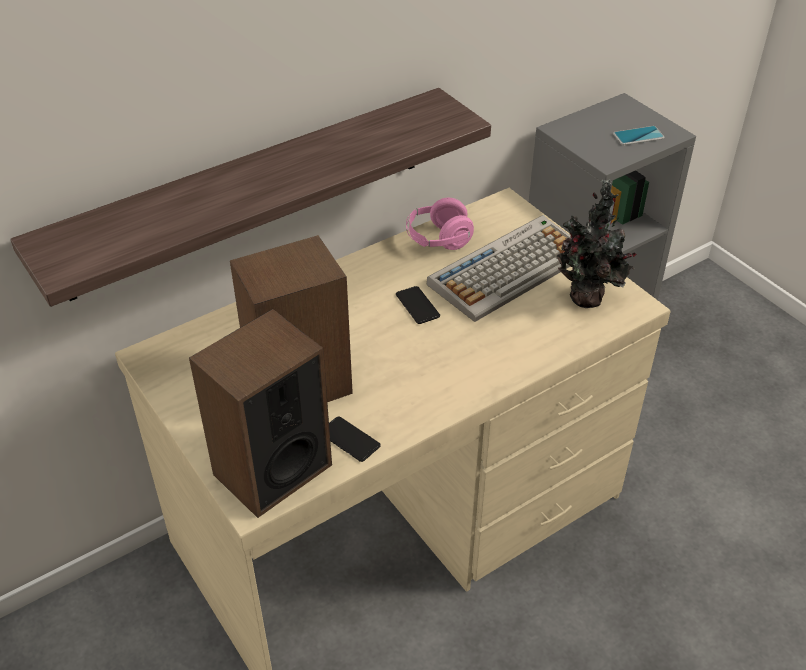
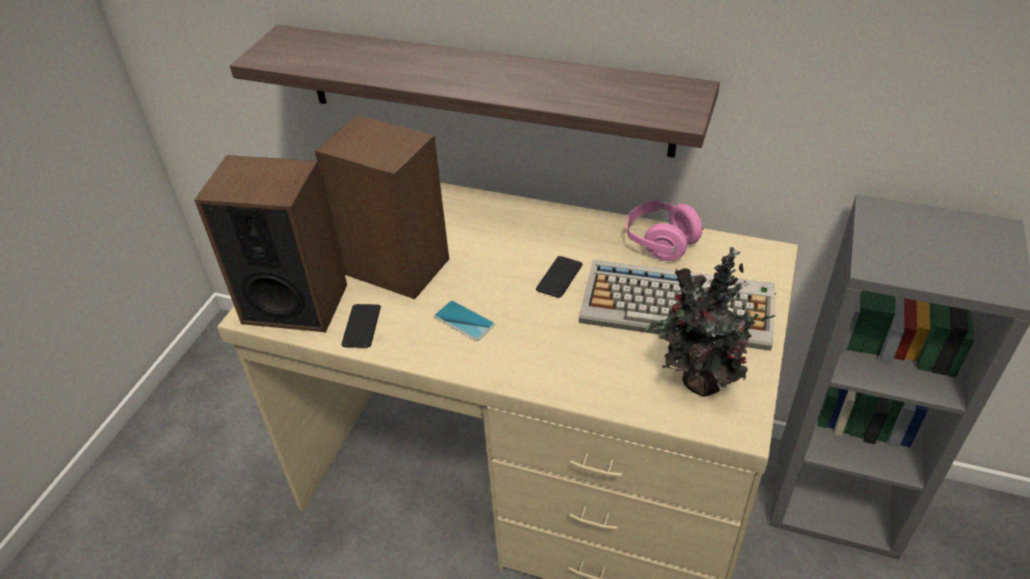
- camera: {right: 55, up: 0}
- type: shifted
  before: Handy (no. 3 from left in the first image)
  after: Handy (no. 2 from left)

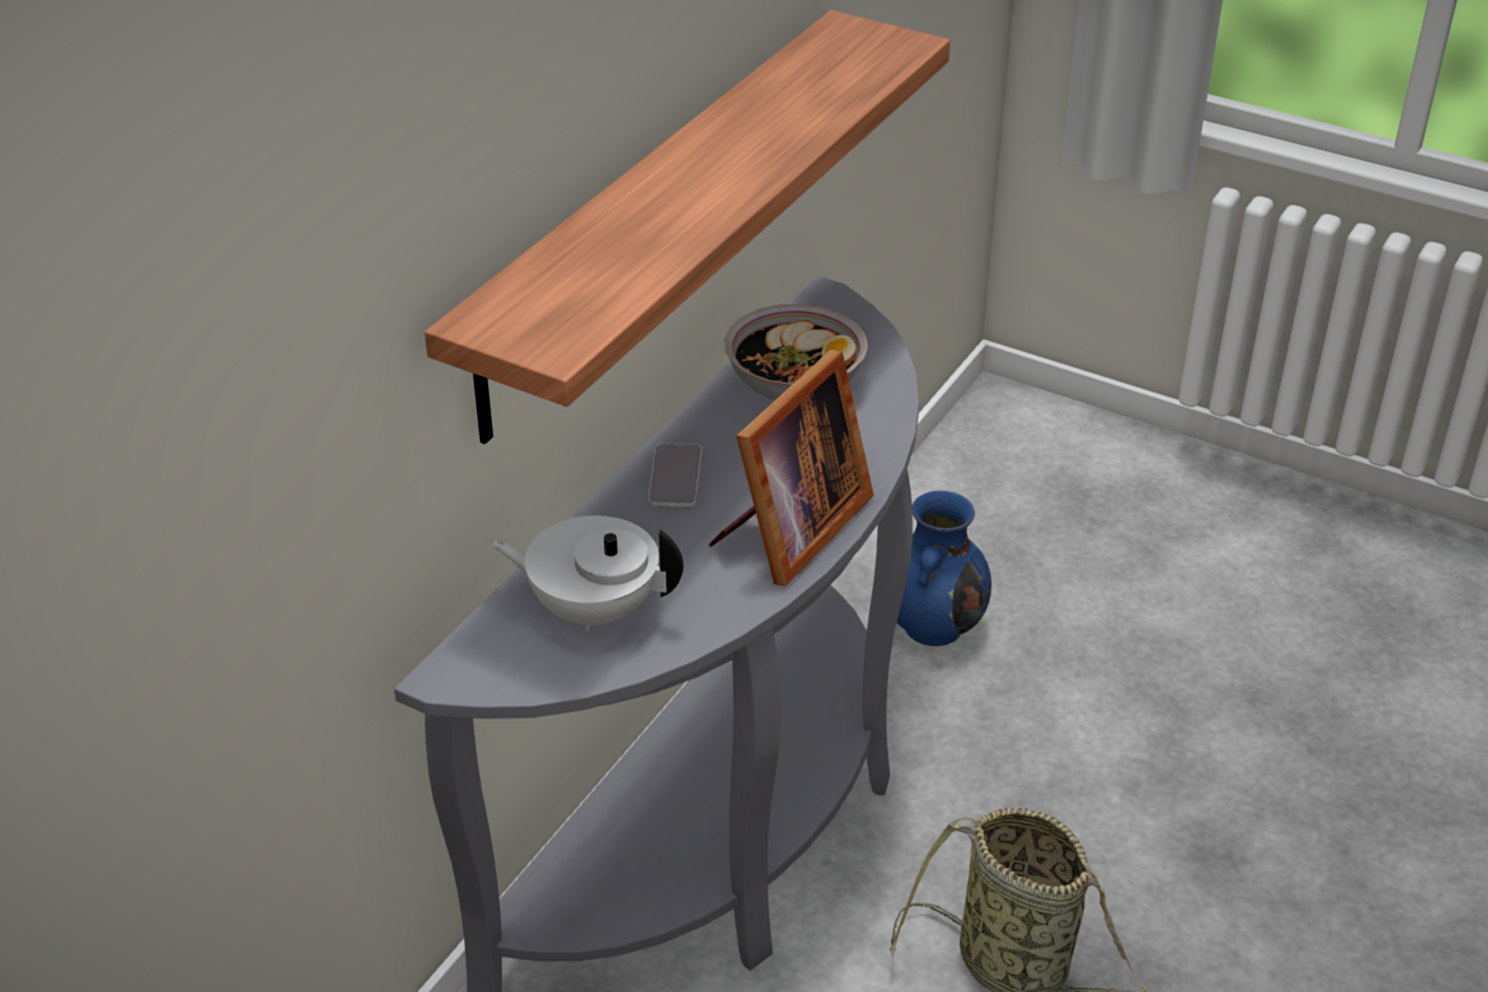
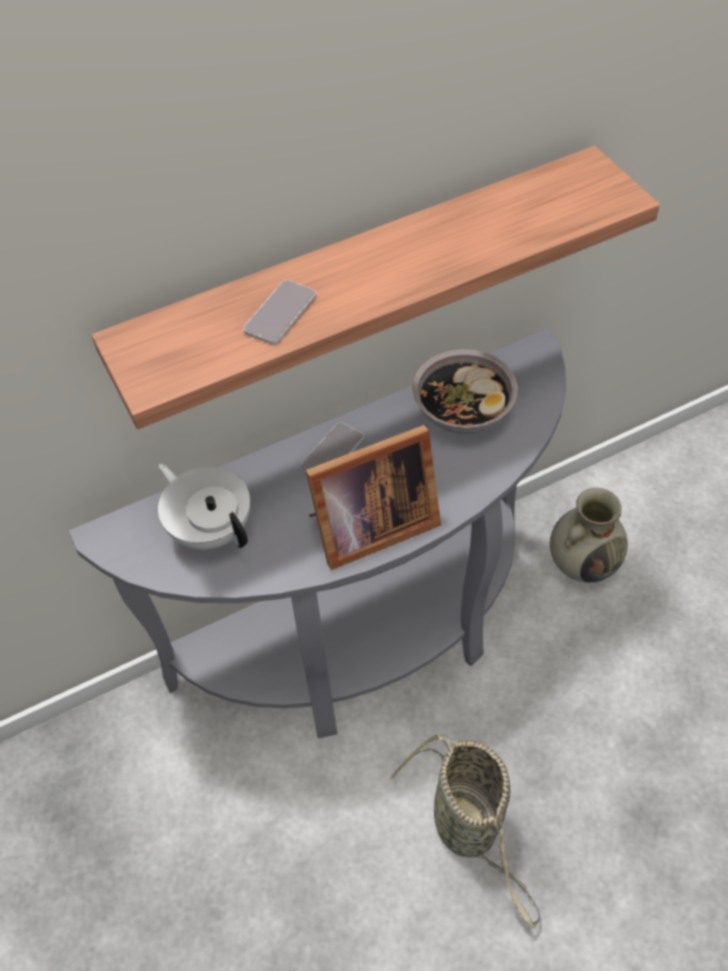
- camera: {right: 35, up: 15}
- type: repainted
  before: Vase/blau
  after: Vase/beige
- type: new
  after: Handy (no. 1 from left)

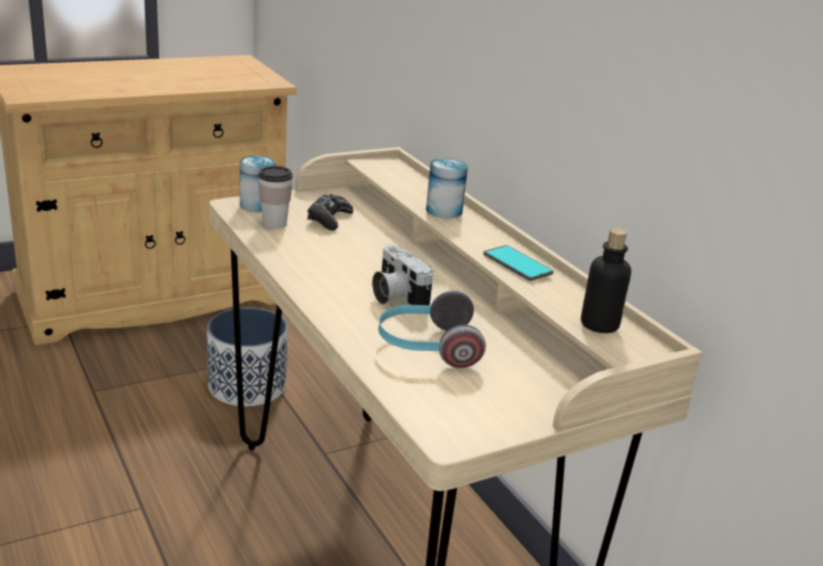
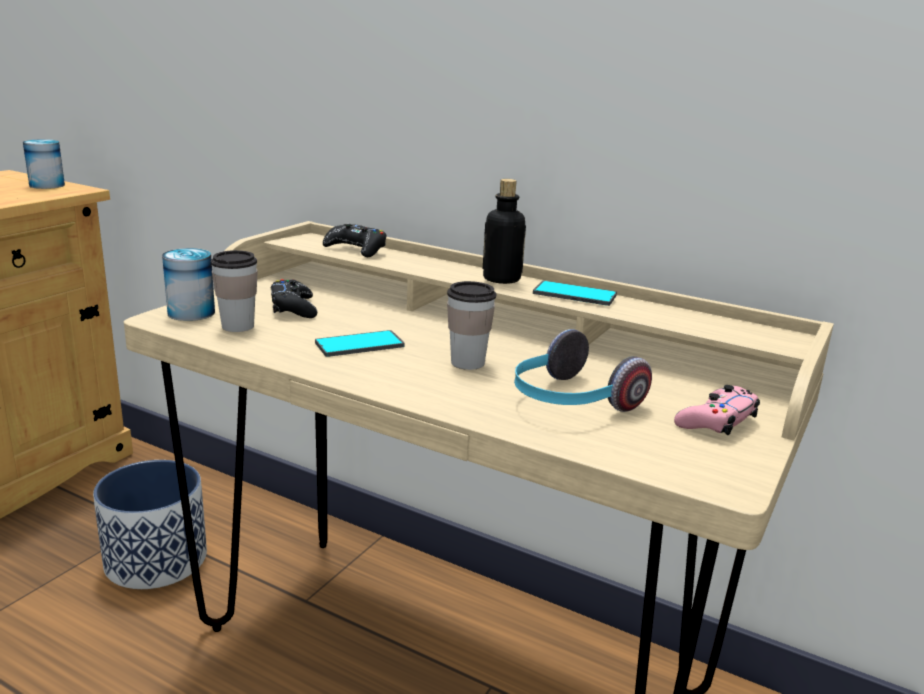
- camera: {right: -30, up: -5}
- type: swapped
  before: Kamera
  after: Tasse (no. 2 from left)
- type: shifted
  before: Dose (no. 2 from left in the first image)
  after: Dose (no. 1 from left)
- type: shifted
  before: Flasche
- type: new
  after: Handy (no. 1 from left)
- type: new
  after: Gamepad/schwarz (no. 2 from left)
- type: new
  after: Gamepad/rosa

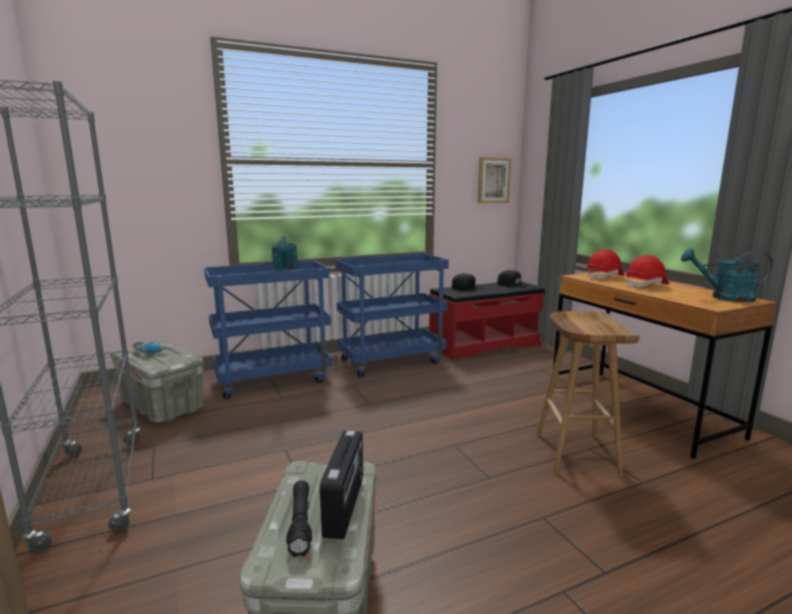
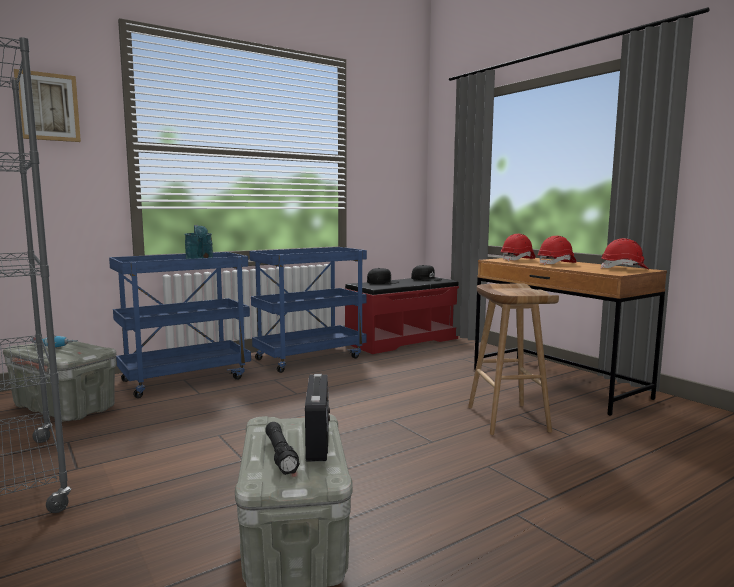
- camera: {right: -10, up: -5}
- type: shifted
  before: Bild
- type: swapped
  before: Gießkanne/türkis (no. 2 from left)
  after: Schutzhelm/rot (no. 3 from left)

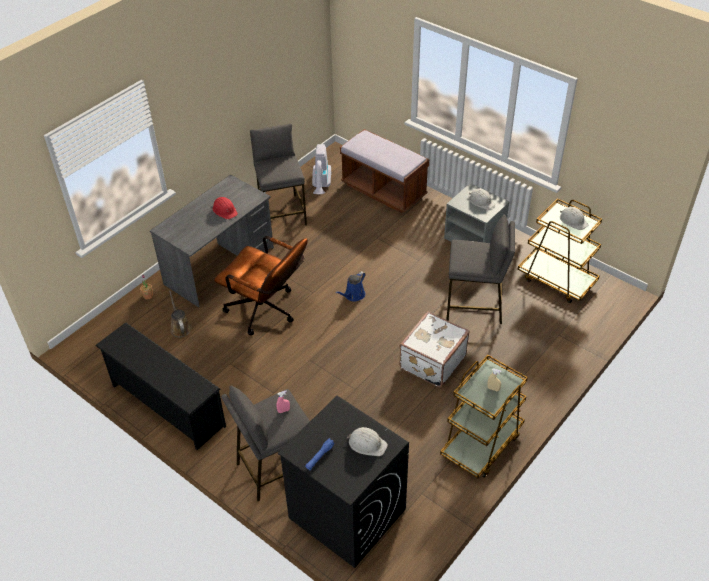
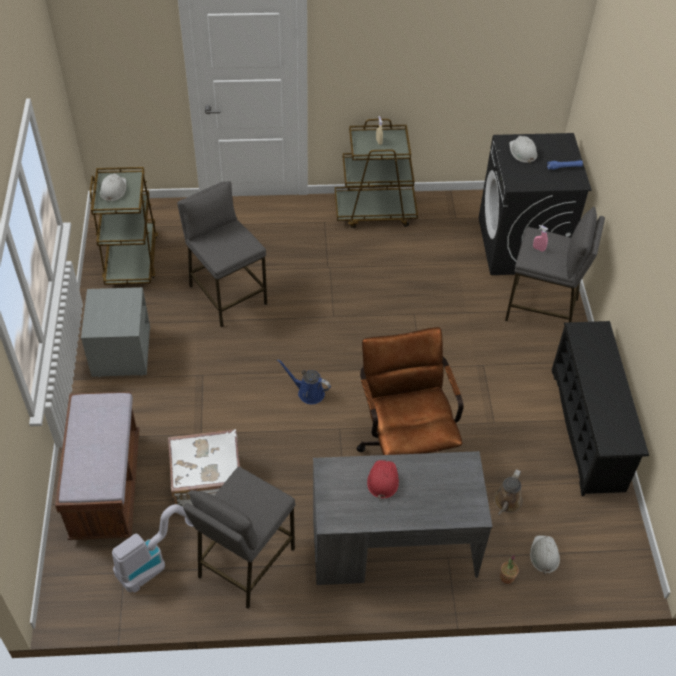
- camera: {right: -135, up: 5}
- type: rotated
  before: Gießkanne/blau
  turn: -150
- type: shifted
  before: Koffer/weiß
- type: shifted
  before: Schutzhelm/weiß (no. 2 from left in the first image)
  after: Schutzhelm/weiß (no. 3 from left)

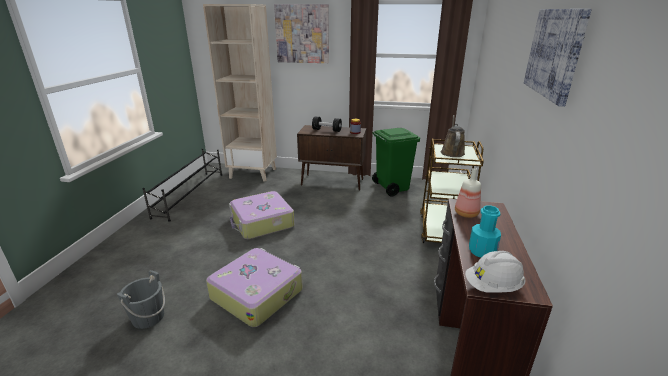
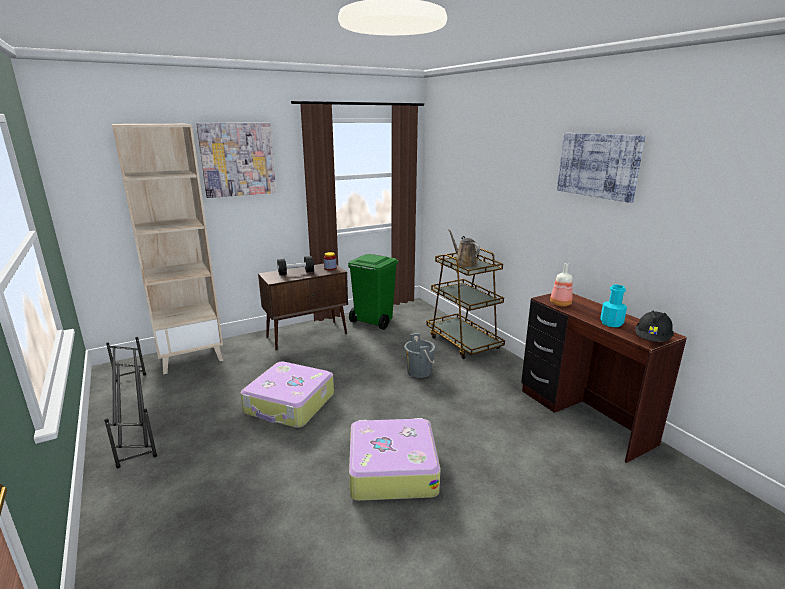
- camera: {right: -40, up: -5}
- type: shifted
  before: Eimer/grau
- type: repainted
  before: Schutzhelm/weiß
  after: Schutzhelm/schwarz

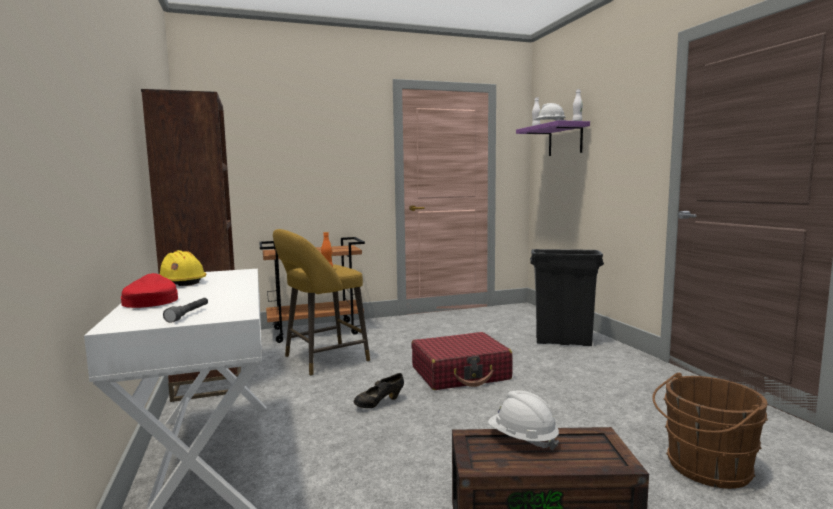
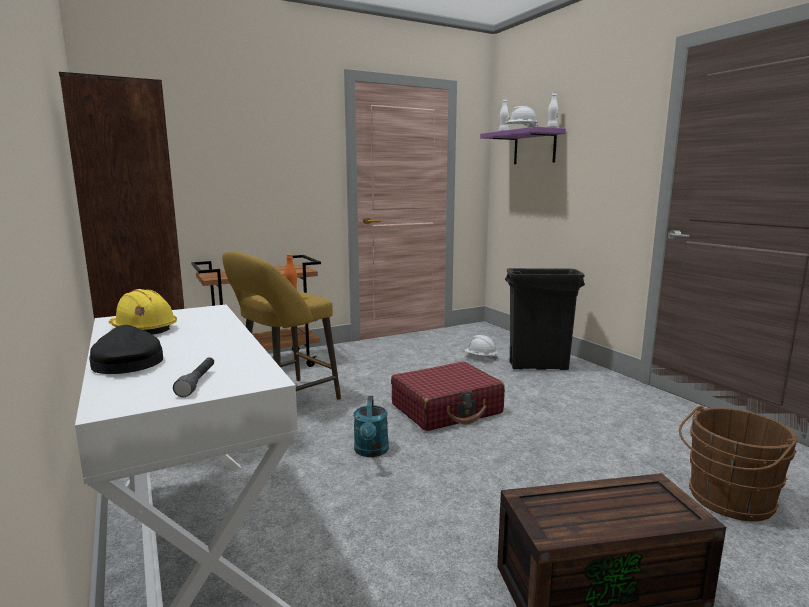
- camera: {right: -10, up: 5}
- type: repainted
  before: Kappe/rot
  after: Kappe/schwarz
- type: swapped
  before: Schuh/schwarz
  after: Gießkanne/türkis
- type: shifted
  before: Schutzhelm/weiß (no. 1 from left)

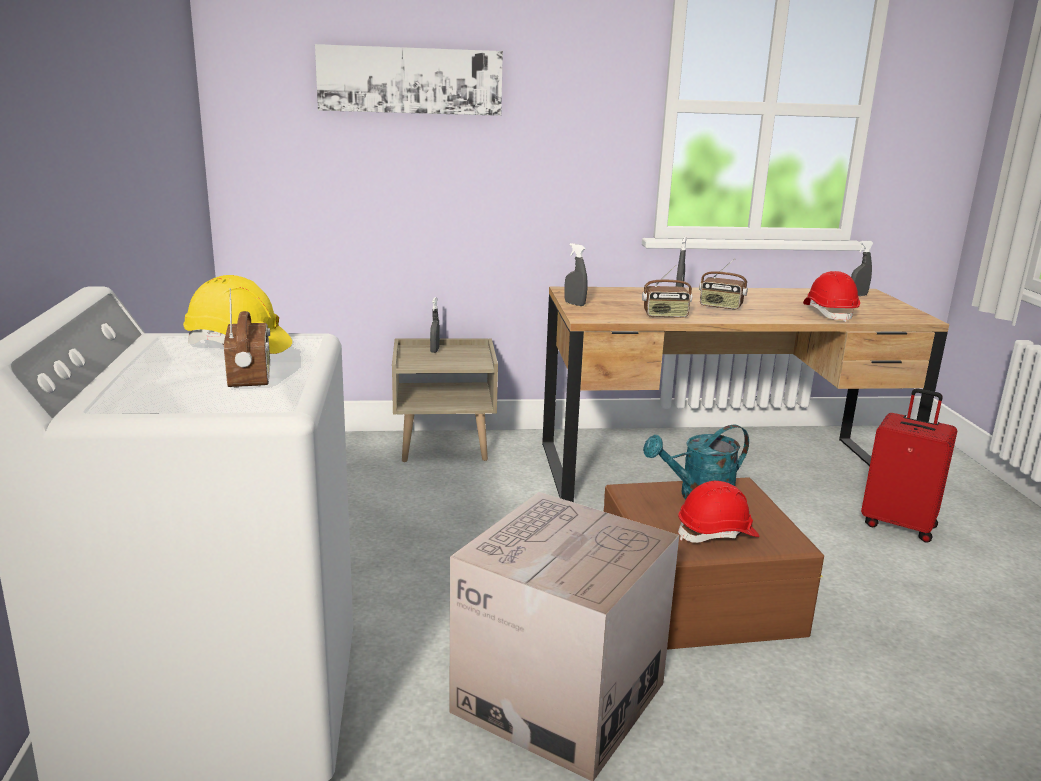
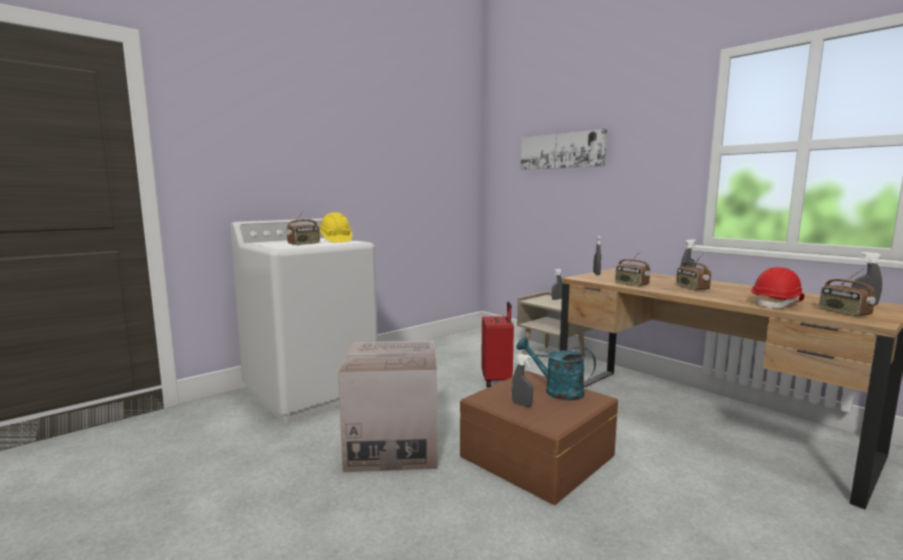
- camera: {right: 55, up: -10}
- type: swapped
  before: Schutzhelm/rot (no. 1 from left)
  after: Sprühflasche/grau (no. 1 from left)
- type: shifted
  before: Koffer/rot
- type: new
  after: Radio (no. 4 from left)

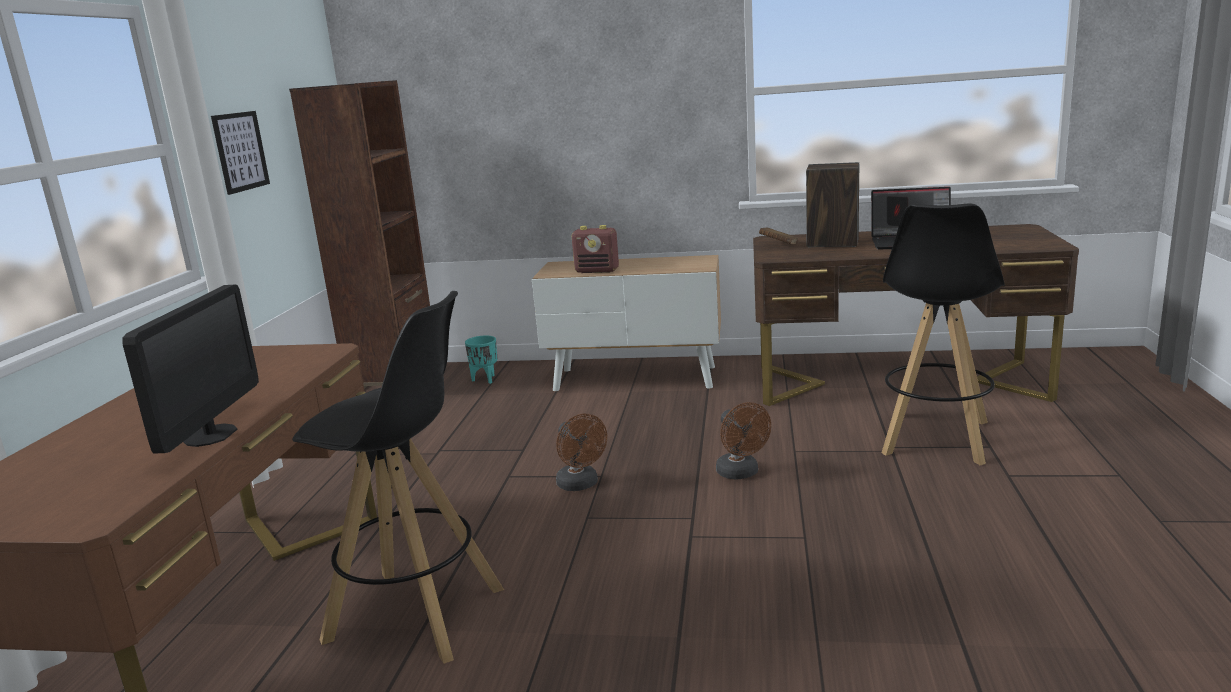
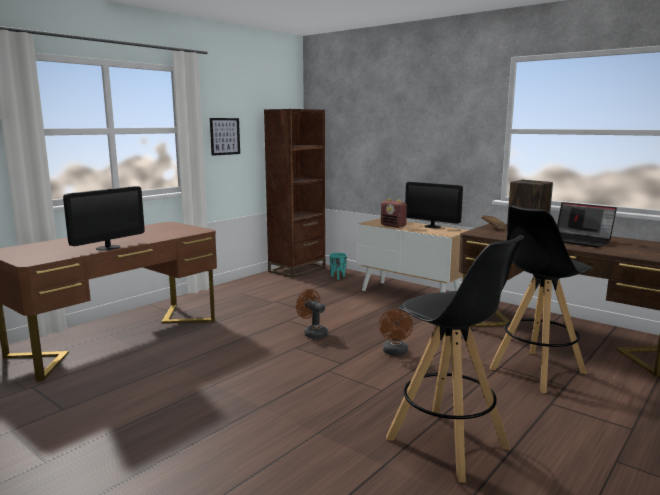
- camera: {right: 30, up: -5}
- type: shifted
  before: Hocker/schwarz (no. 1 from left)
- type: rotated
  before: Ventilator/braun (no. 1 from left)
  turn: 135
- type: new
  after: Monitor (no. 2 from left)

